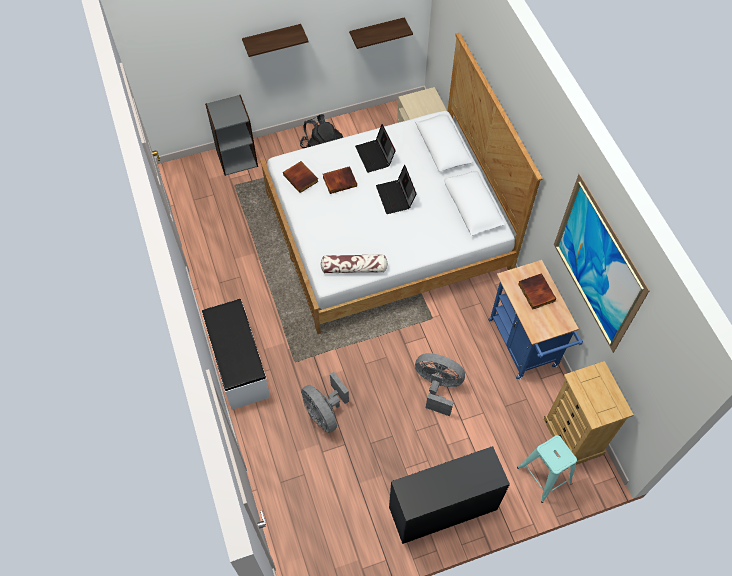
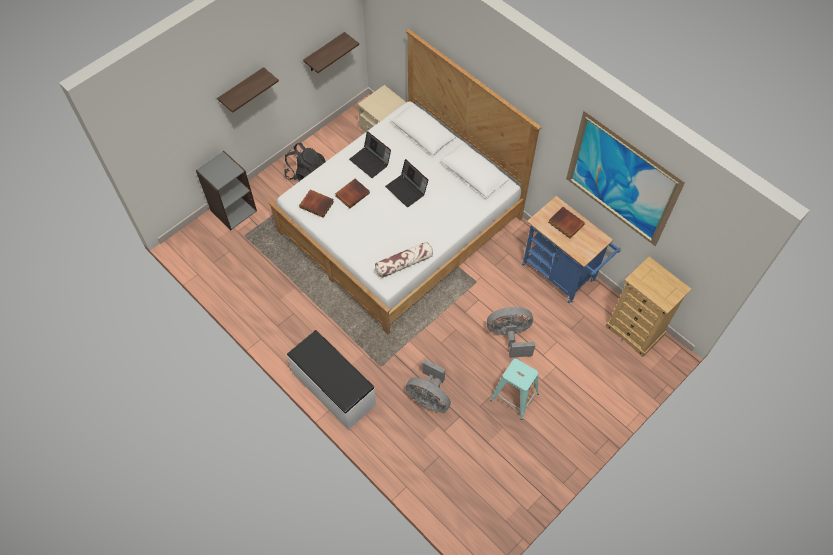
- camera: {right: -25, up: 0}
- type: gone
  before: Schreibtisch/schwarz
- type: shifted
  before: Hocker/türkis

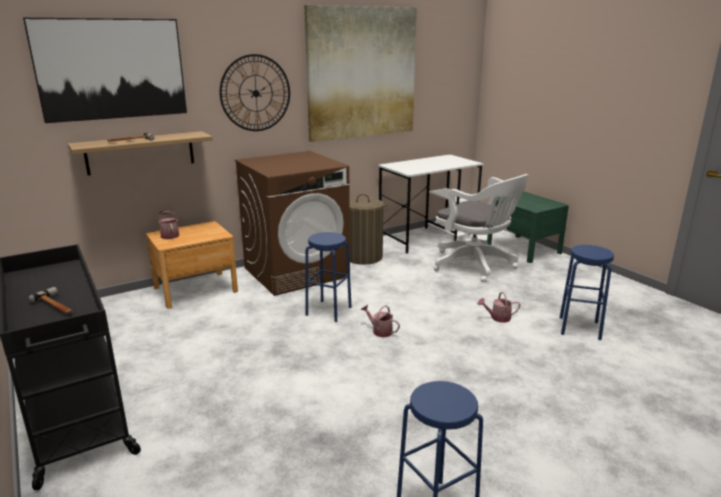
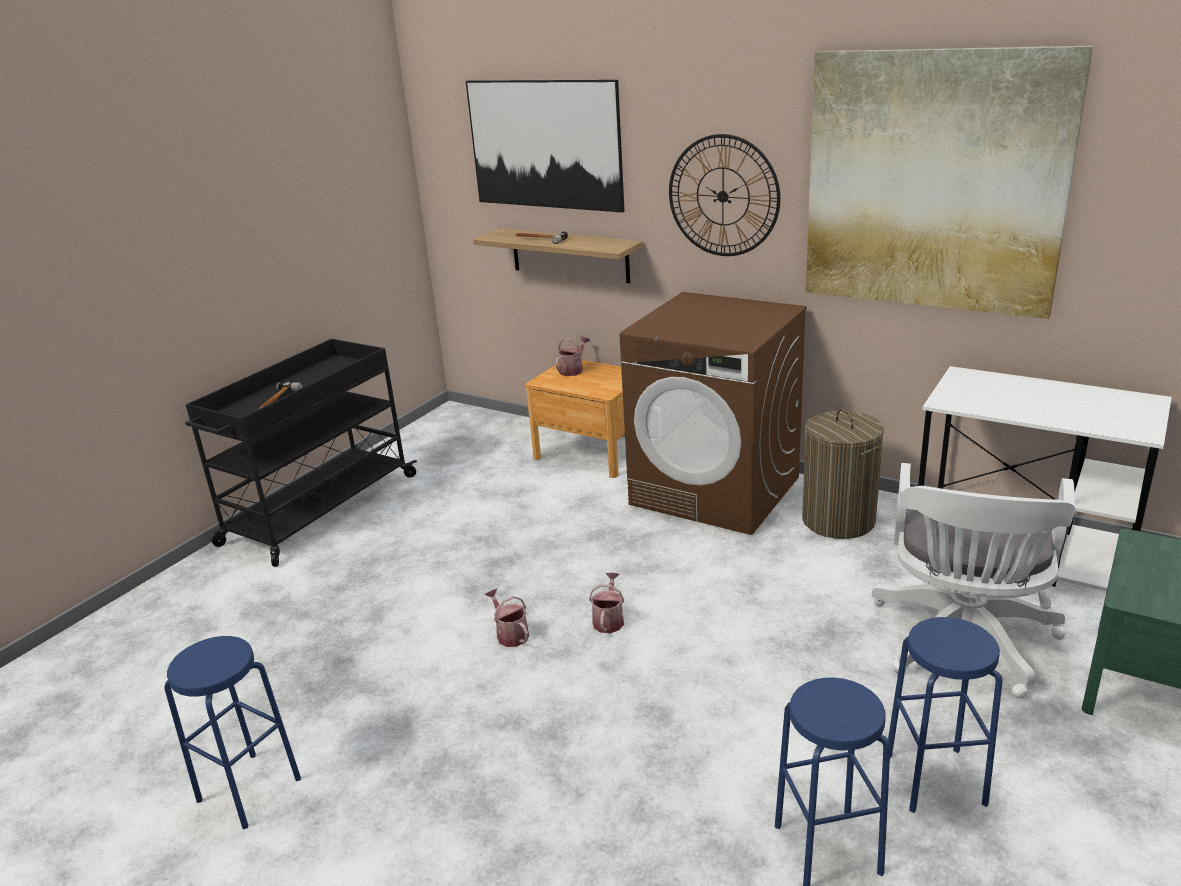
- camera: {right: 65, up: 5}
- type: shifted
  before: Hocker/blau (no. 1 from left in the first image)
  after: Hocker/blau (no. 3 from left)
- type: shifted
  before: Gießkanne (no. 3 from left in the first image)
  after: Gießkanne (no. 1 from left)

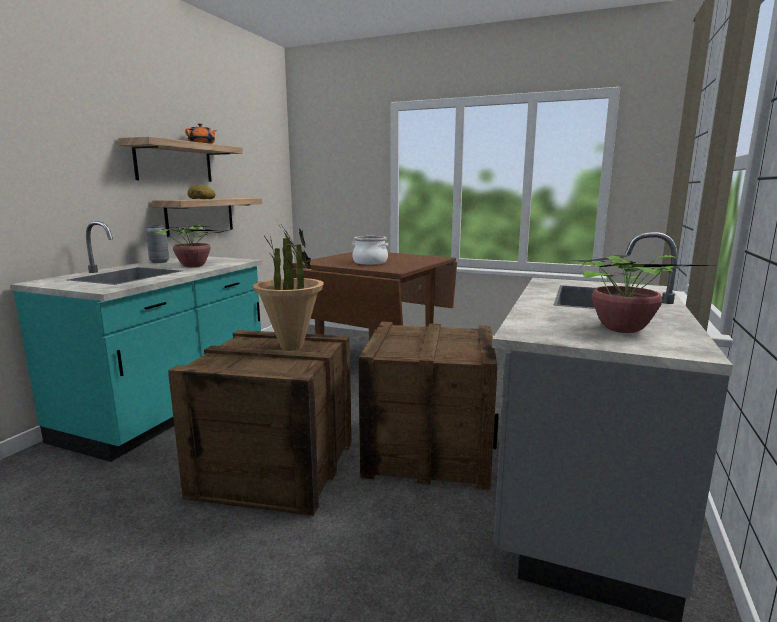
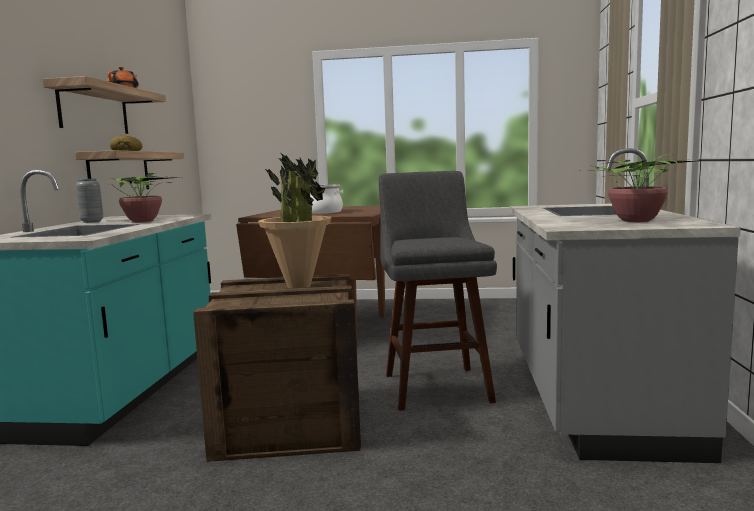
- camera: {right: -15, up: -5}
- type: swapped
  before: Kiste (no. 2 from left)
  after: Hocker/grau

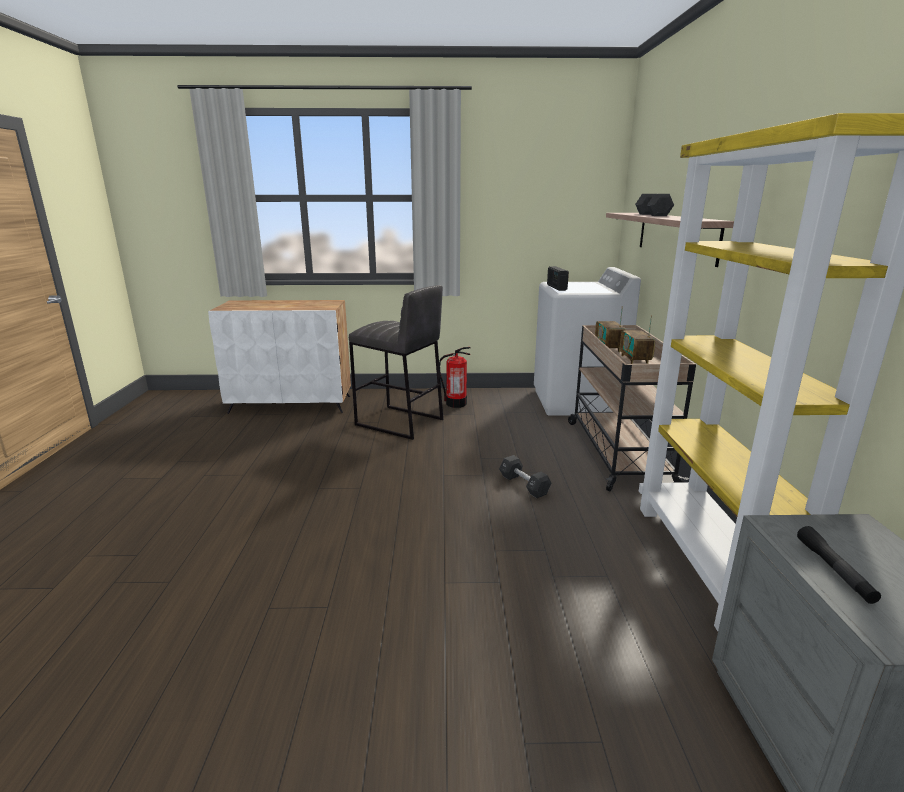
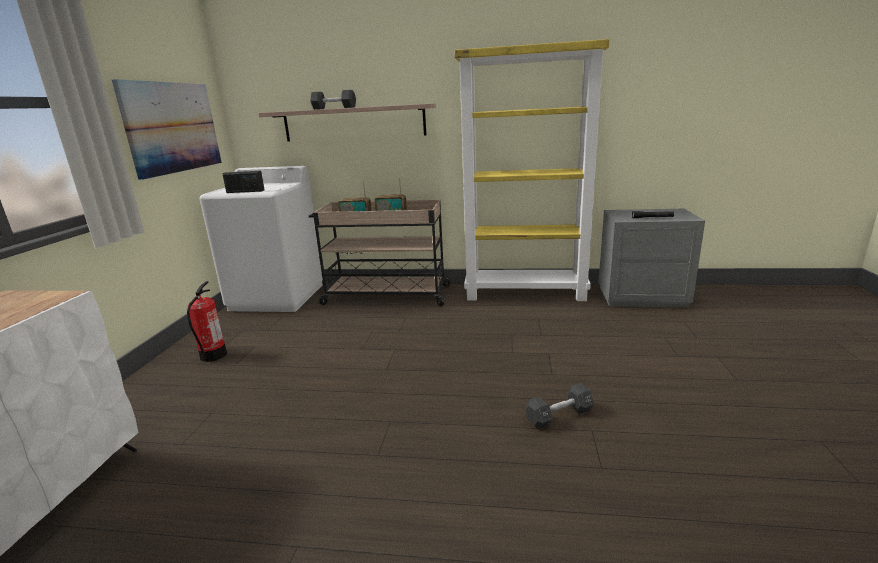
- camera: {right: -80, up: 0}
- type: gone
  before: Hocker/grau
- type: shifted
  before: Hantel/schwarz (no. 1 from left in the first image)
  after: Hantel/schwarz (no. 2 from left)
- type: new
  after: Bild

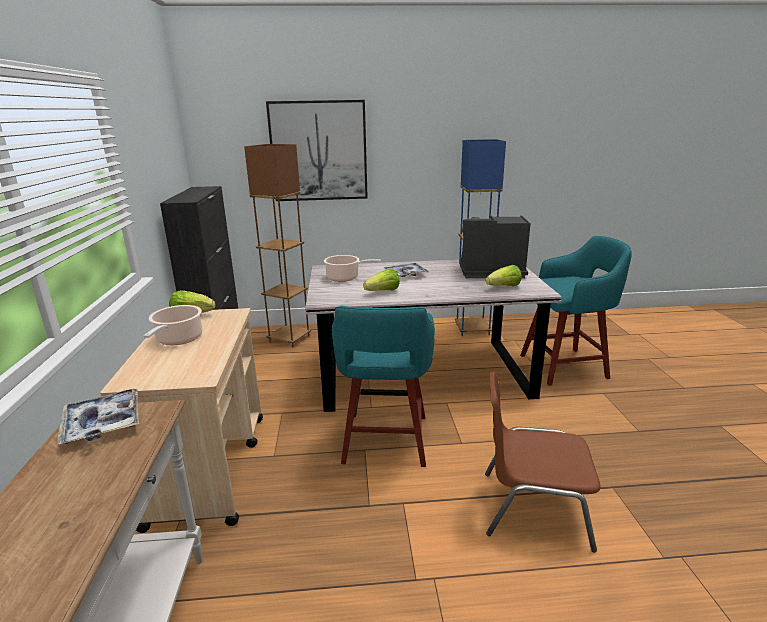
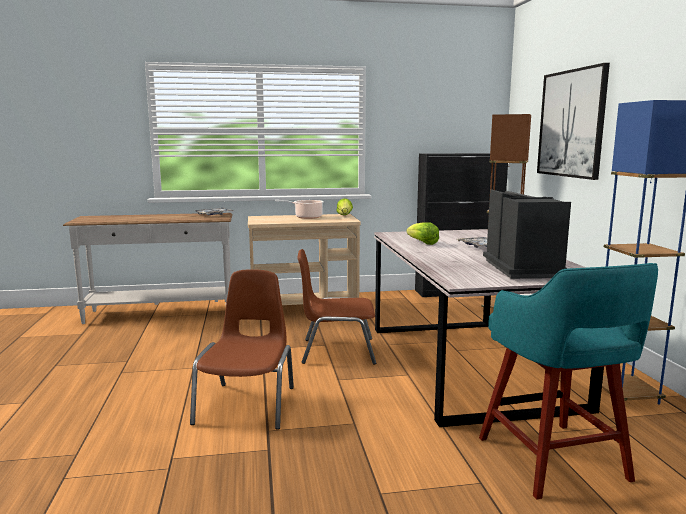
- camera: {right: 85, up: -10}
- type: gone
  before: Kochtopf (no. 2 from left)
- type: swapped
  before: Hocker/türkis (no. 1 from left)
  after: Stuhl/braun (no. 2 from left)
- type: gone
  before: Salatkopf (no. 3 from left)

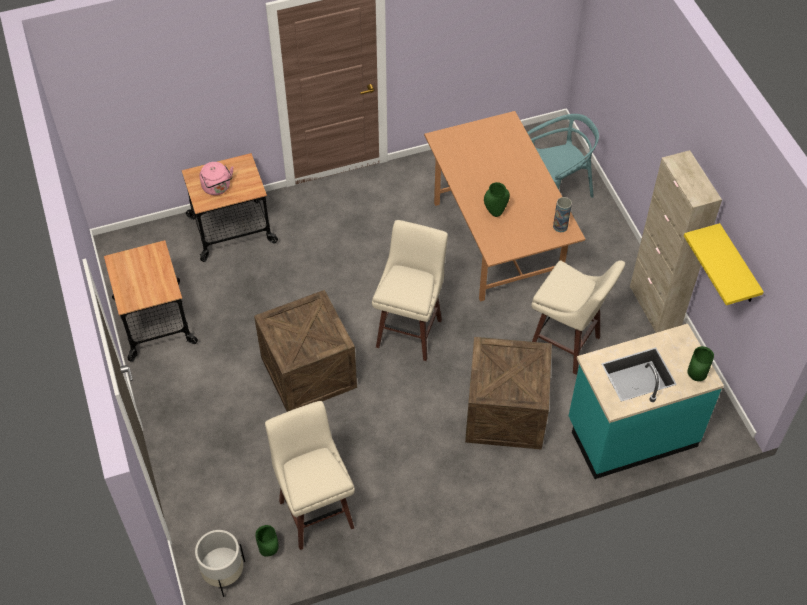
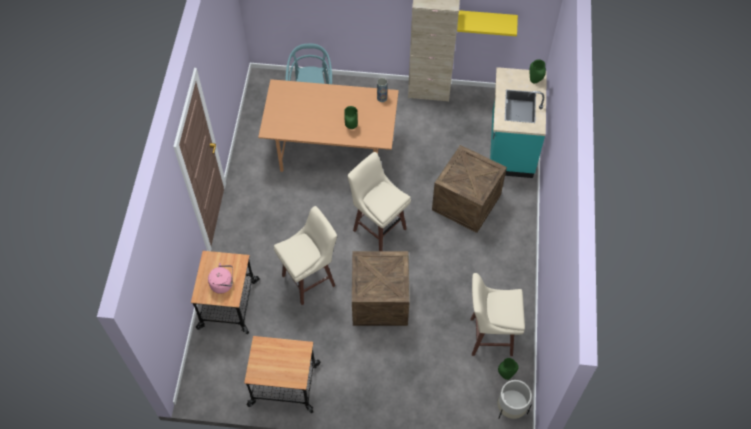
- camera: {right: -65, up: 5}
- type: shifted
  before: Hocker/beige (no. 3 from left in the first image)
  after: Hocker/beige (no. 1 from left)

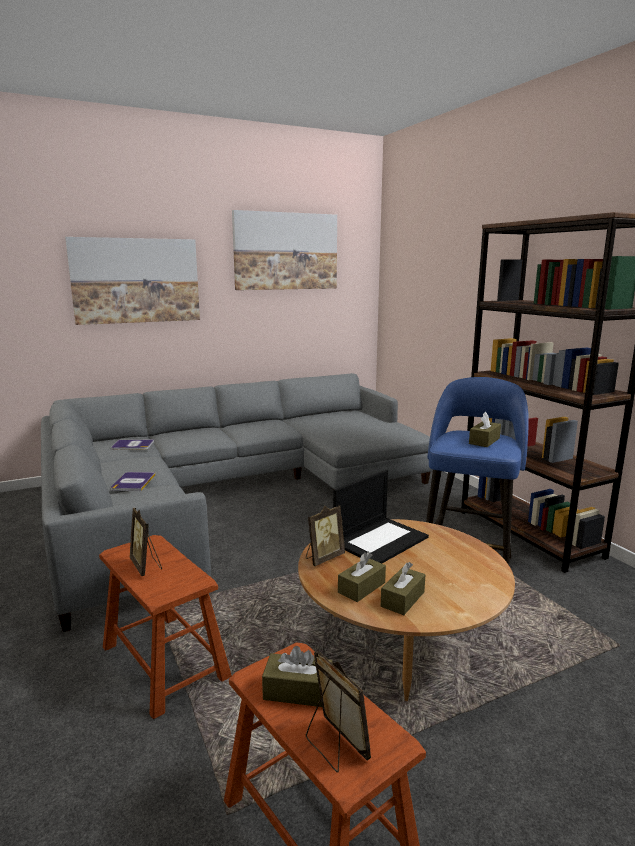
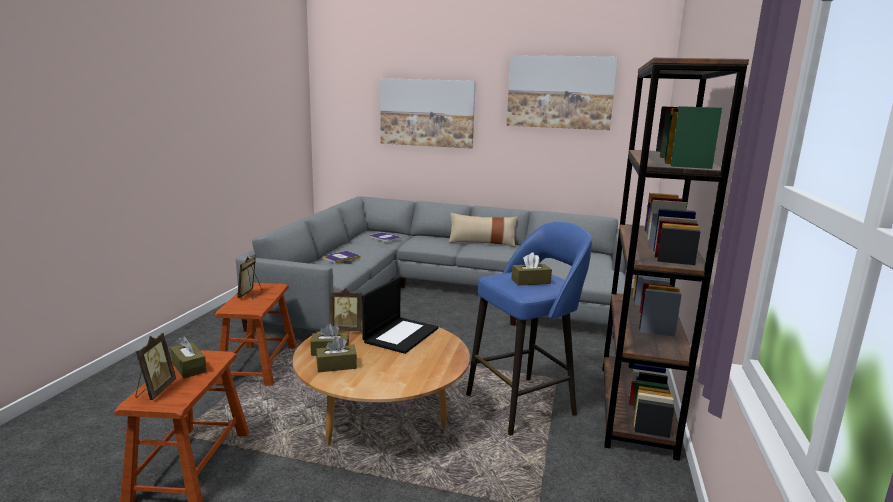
- camera: {right: 40, up: 0}
- type: rotated
  before: Laptop
  turn: -60
- type: new
  after: Kissen/beige

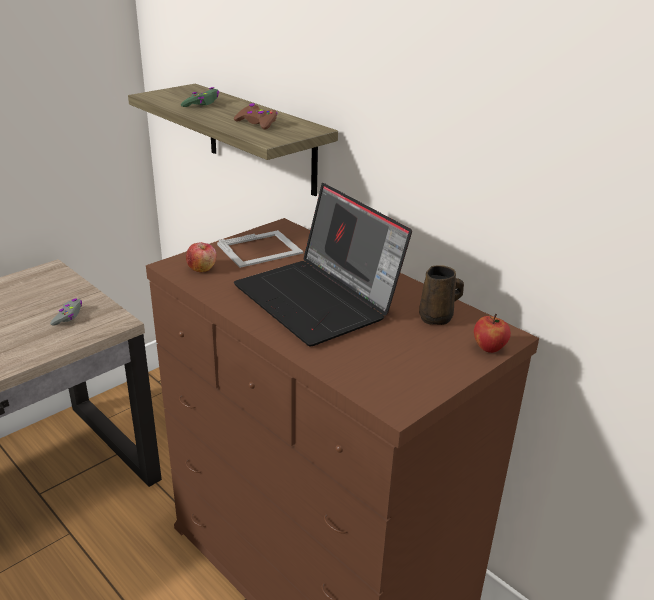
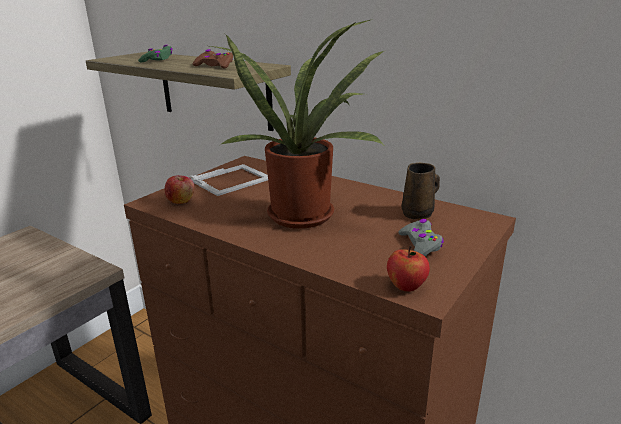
- camera: {right: -10, up: -5}
- type: shifted
  before: Gamepad/grau
- type: swapped
  before: Laptop
  after: Topfpflanze
- type: shifted
  before: Apfel (no. 2 from left)

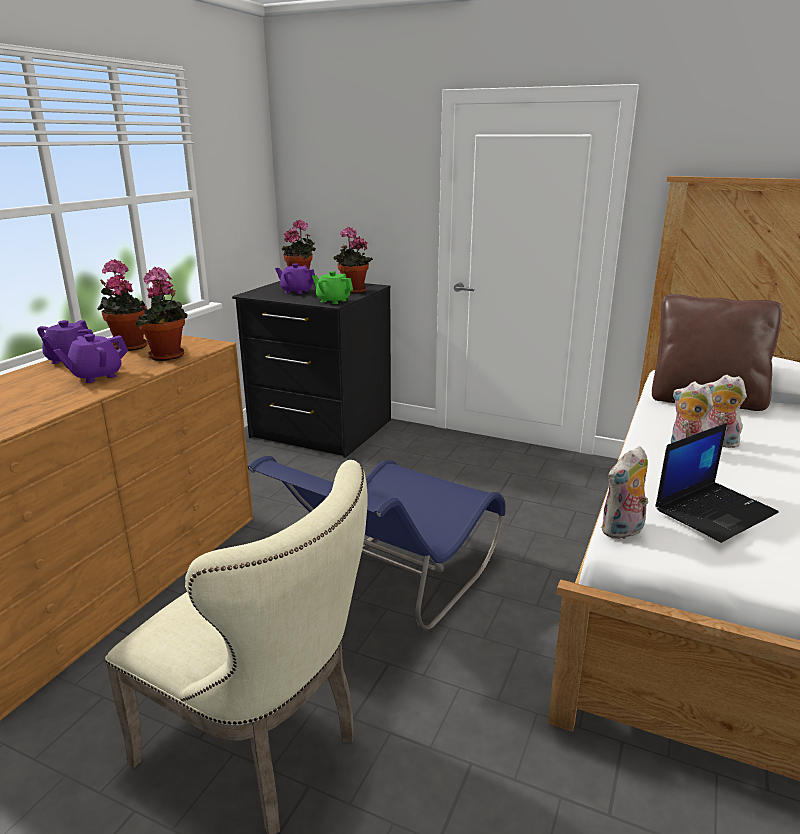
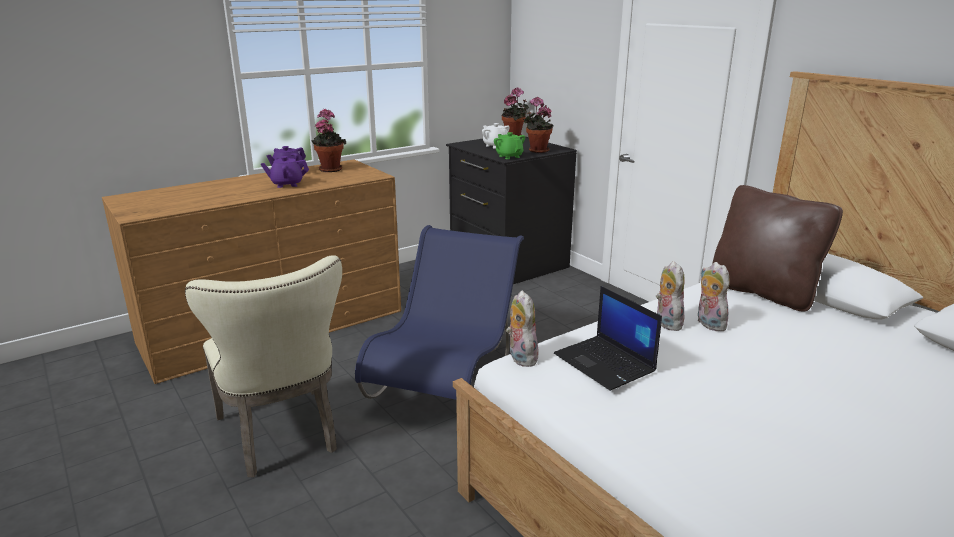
- camera: {right: 30, up: 0}
- type: gone
  before: Topfpflanze (no. 2 from left)
- type: rotated
  before: Stuhl/blau
  turn: 135
- type: repainted
  before: Teekanne/lila (no. 3 from left)
  after: Teekanne/weiß
- type: rotated
  before: Plüschtier (no. 1 from left)
  turn: 75
- type: rotated
  before: Laptop
  turn: 60

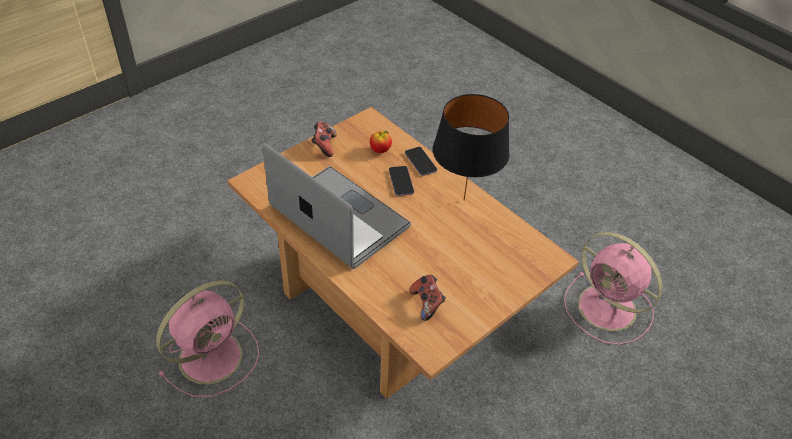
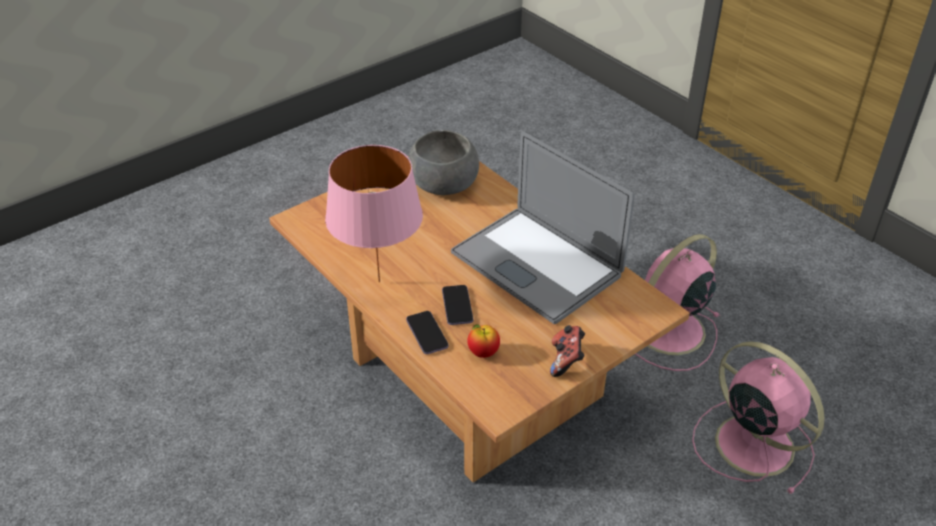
- camera: {right: -175, up: -5}
- type: swapped
  before: Gamepad (no. 2 from left)
  after: Schüssel/grau
- type: repainted
  before: Tischlampe/schwarz
  after: Tischlampe/rosa
- type: shifted
  before: Ventilator/rosa (no. 2 from left)

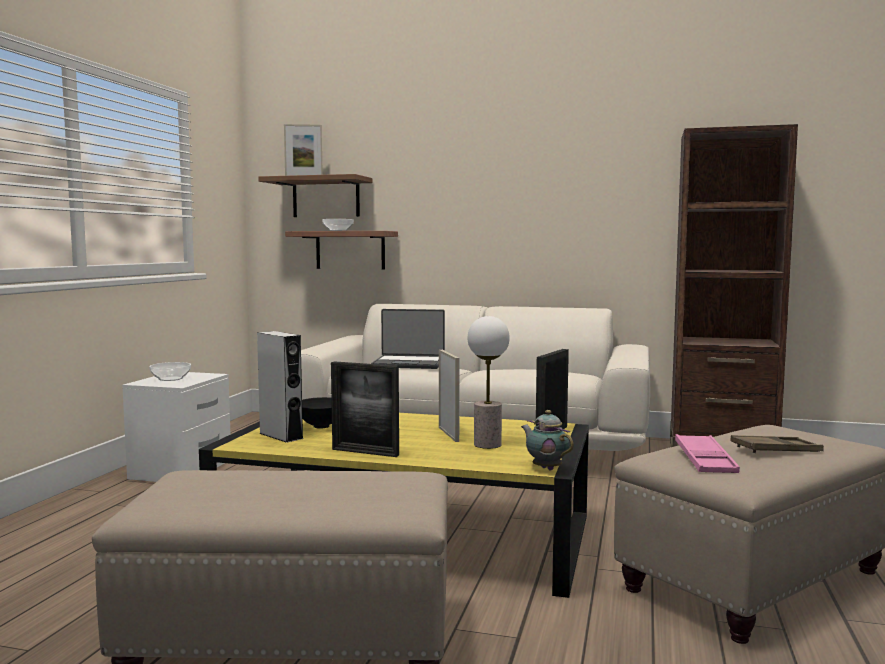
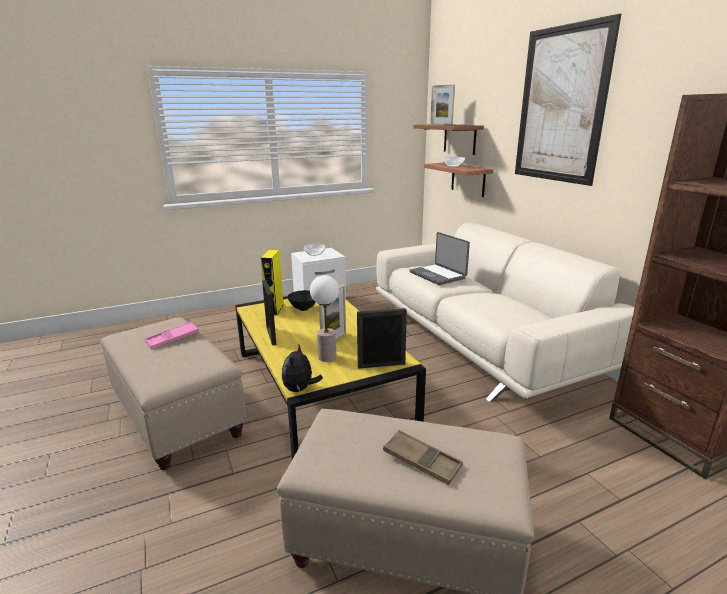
- camera: {right: 50, up: 15}
- type: repainted
  before: Lautsprecher/grau
  after: Lautsprecher/gelb
- type: swapped
  before: Teekanne
  after: Plüschtier
- type: shifted
  before: Tablett/rosa
- type: new
  after: Bild

